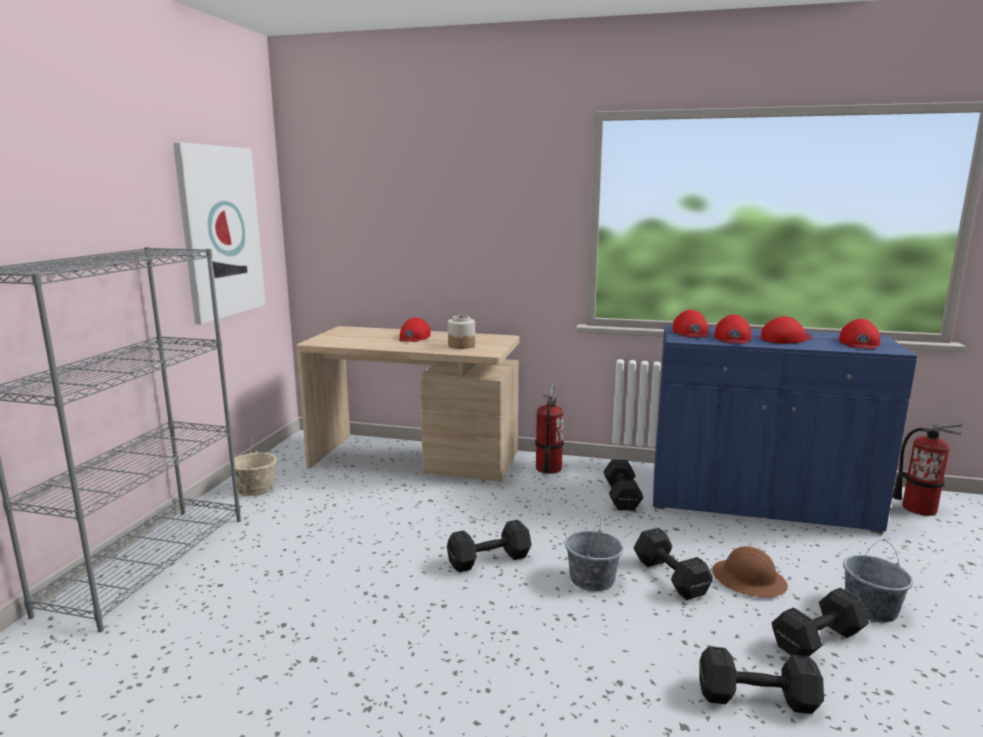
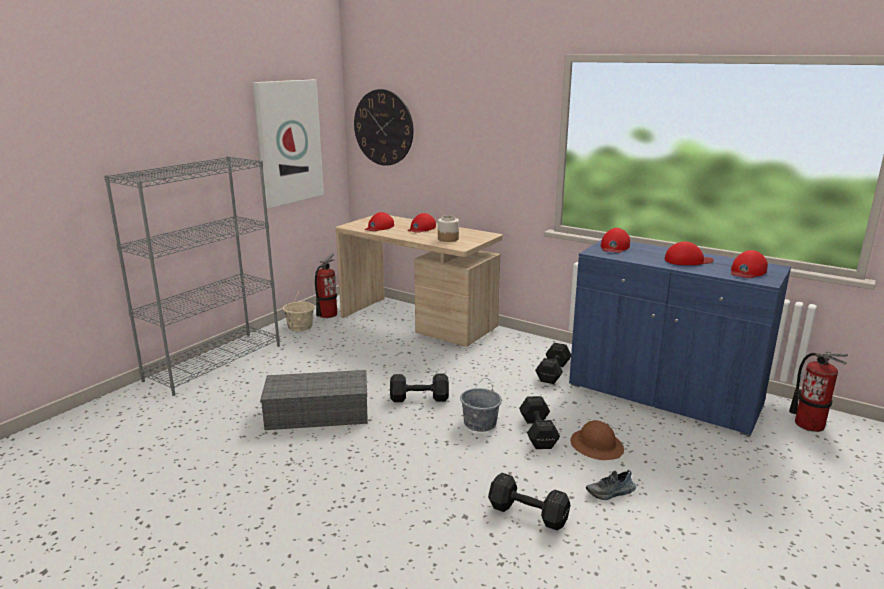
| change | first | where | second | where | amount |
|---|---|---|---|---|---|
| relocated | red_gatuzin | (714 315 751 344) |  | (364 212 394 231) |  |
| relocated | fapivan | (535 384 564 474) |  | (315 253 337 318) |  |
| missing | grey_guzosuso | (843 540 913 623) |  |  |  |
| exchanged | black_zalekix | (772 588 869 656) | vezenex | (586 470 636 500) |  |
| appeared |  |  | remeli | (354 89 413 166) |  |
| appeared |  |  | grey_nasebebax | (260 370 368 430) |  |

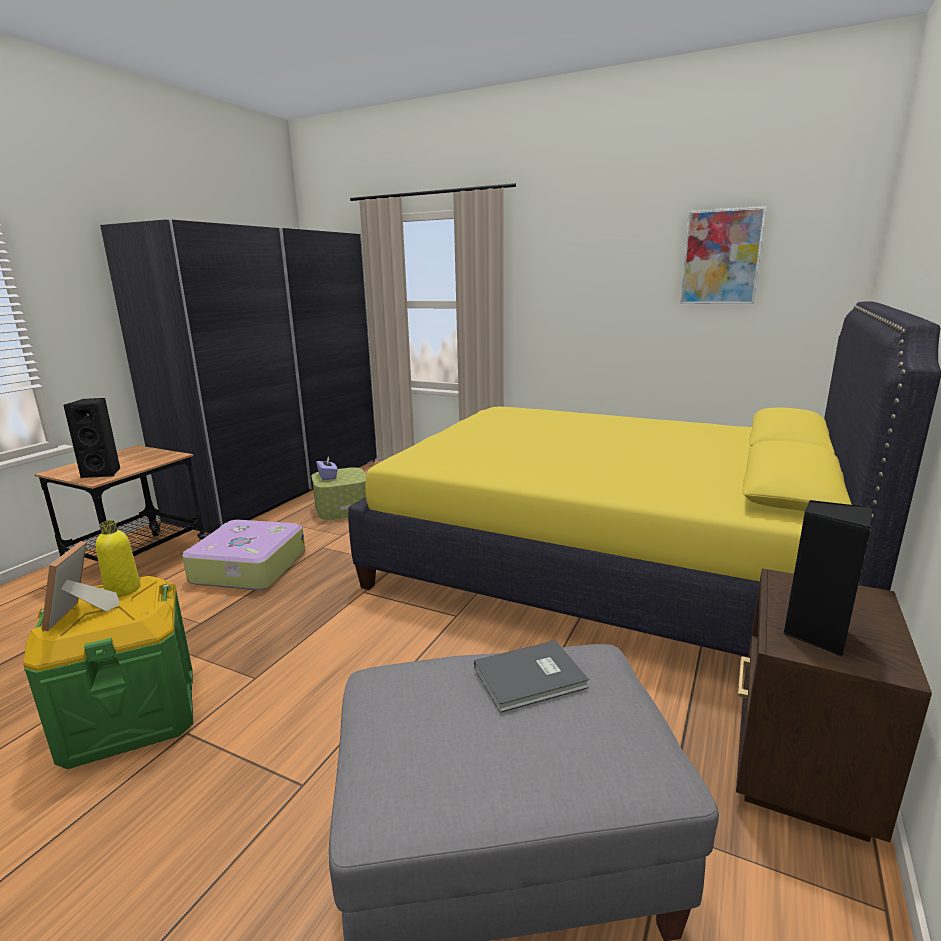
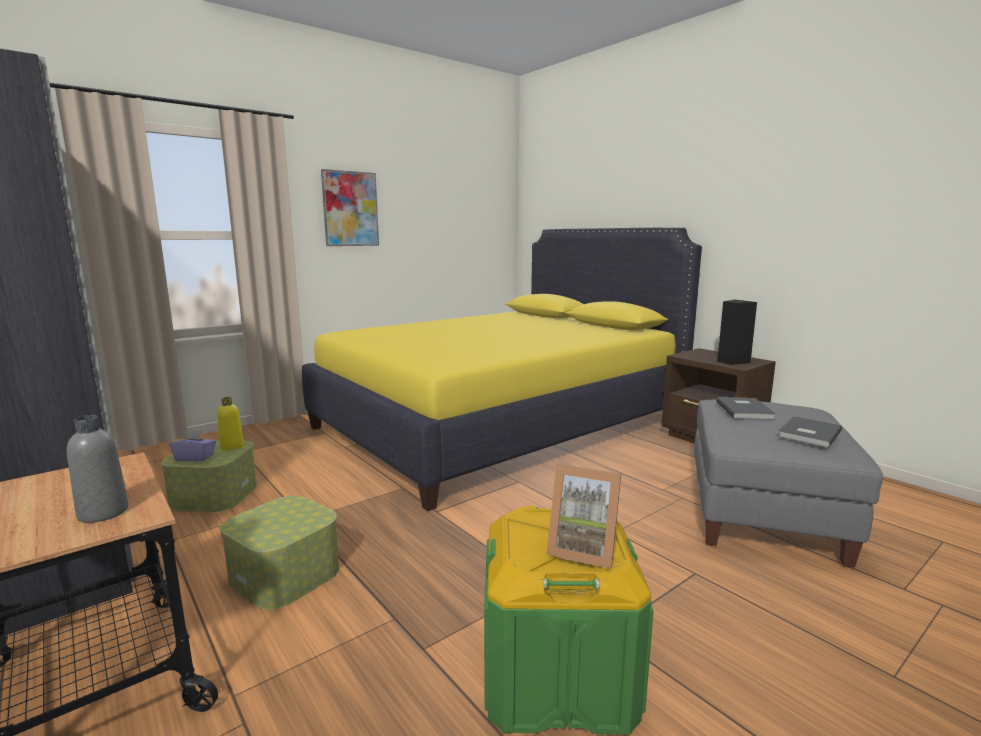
| change | first | where | second | where | amount |
|---|---|---|---|---|---|
| relocated | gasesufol | (680 206 767 304) |  | (321 169 379 246) |  |
| exchanged | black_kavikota | (64 398 120 478) | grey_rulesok | (67 415 129 523) |  |
| relocated | yellow_rulesok | (96 520 141 597) |  | (217 397 244 450) |  |
| exchanged | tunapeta | (182 520 305 590) | nasebebax | (220 496 339 609) |  |
| appeared |  |  | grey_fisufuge | (778 416 842 448) |  |

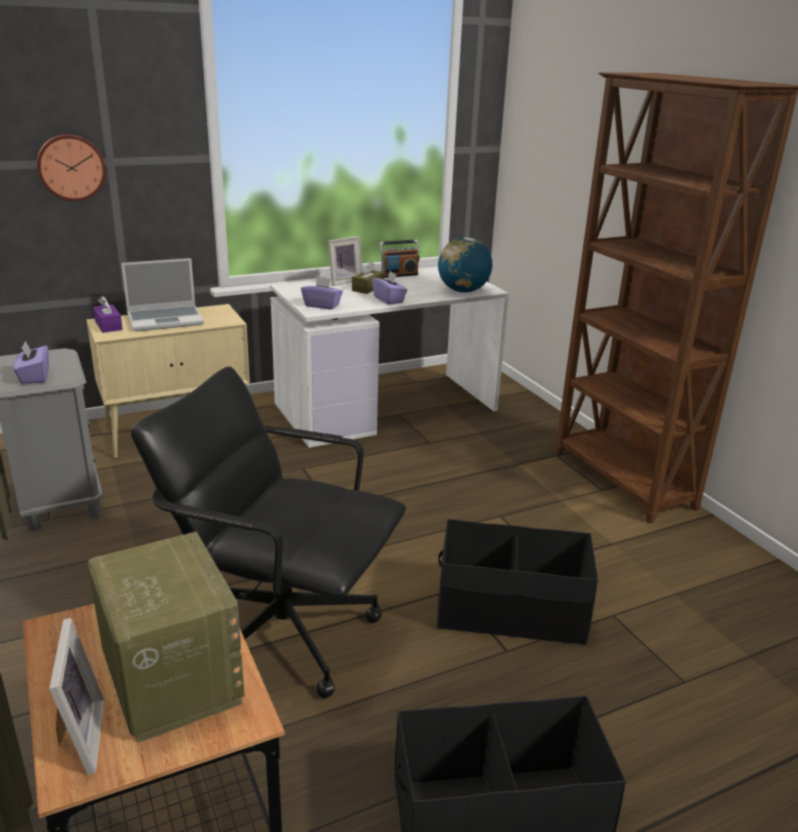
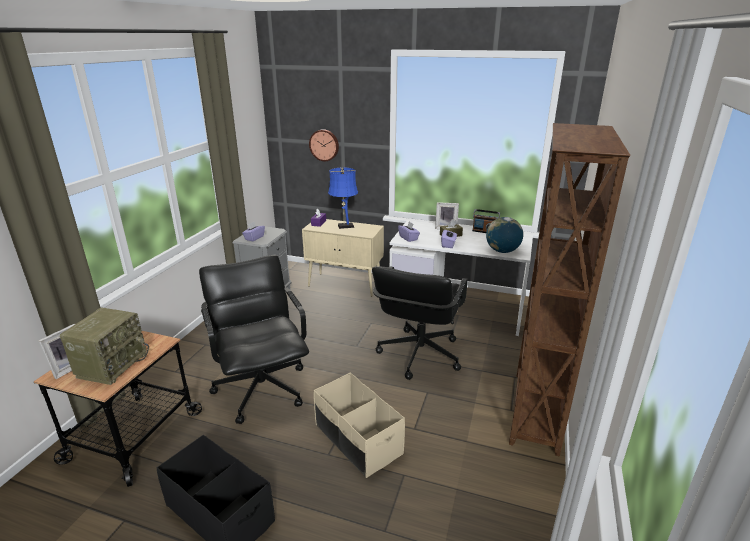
| change | first | where | second | where | amount |
|---|---|---|---|---|---|
| exchanged | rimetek | (121 258 204 332) | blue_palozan | (328 167 358 229) |  |
| colour | black_nasebebax | (437 519 598 645) | beige_nasebebax | (314 373 405 478) |  |
| appeared |  |  | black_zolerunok | (372 266 468 380) |  |

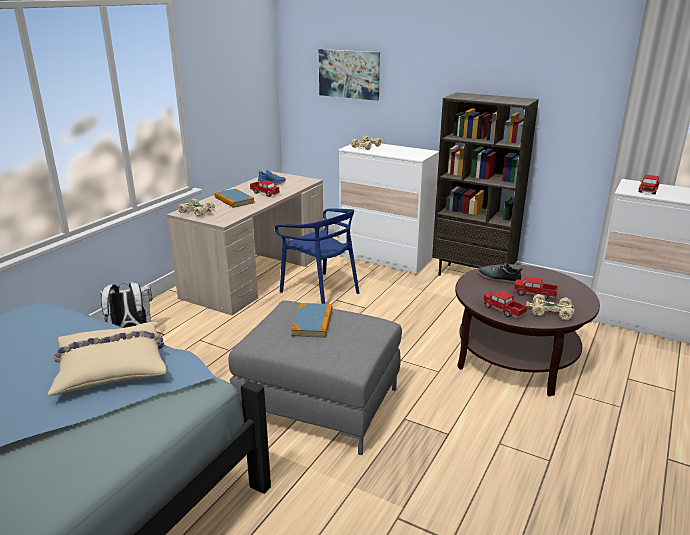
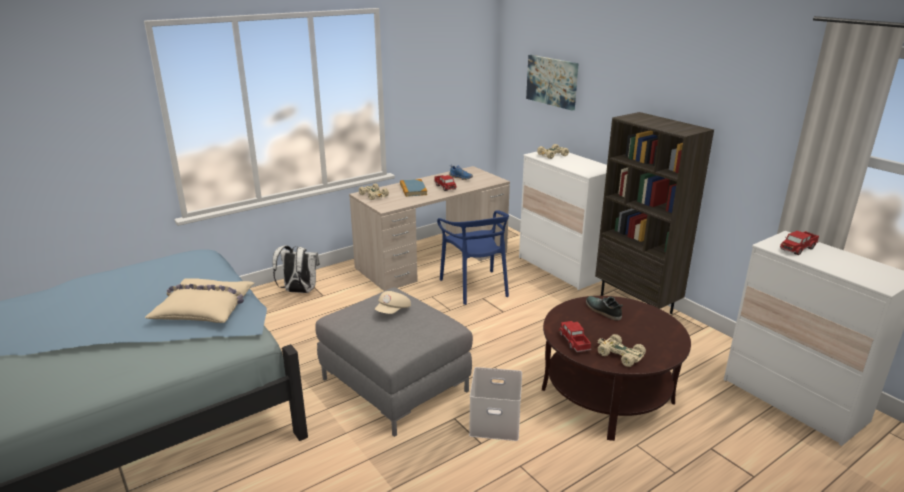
| change | first | where | second | where | amount |
|---|---|---|---|---|---|
| missing | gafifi | (514 276 558 299) |  |  |  |
| exchanged | fisufuge | (291 303 333 338) | beige_gatuzin | (375 291 411 314) |  |
| appeared |  |  | white_nasebebax | (469 367 522 441) |  |

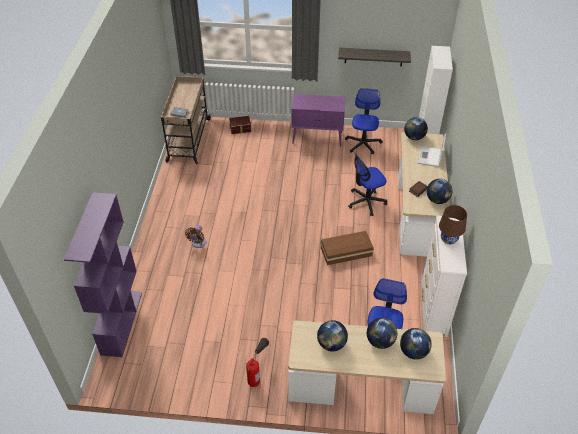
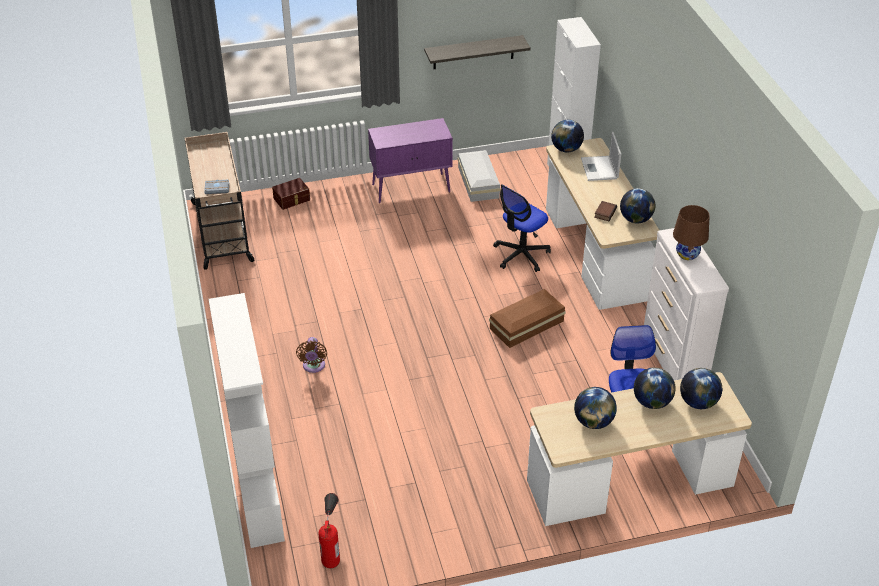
| change | first | where | second | where | amount |
|---|---|---|---|---|---|
| exchanged | zolerunok | (345 88 383 154) | white_nasebebax | (458 150 501 202) |  |
| colour | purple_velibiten | (64 192 142 357) | white_velibiten | (209 293 285 548) |  |
| relocated | fapivan | (246 338 269 387) |  | (319 493 340 568) |  |

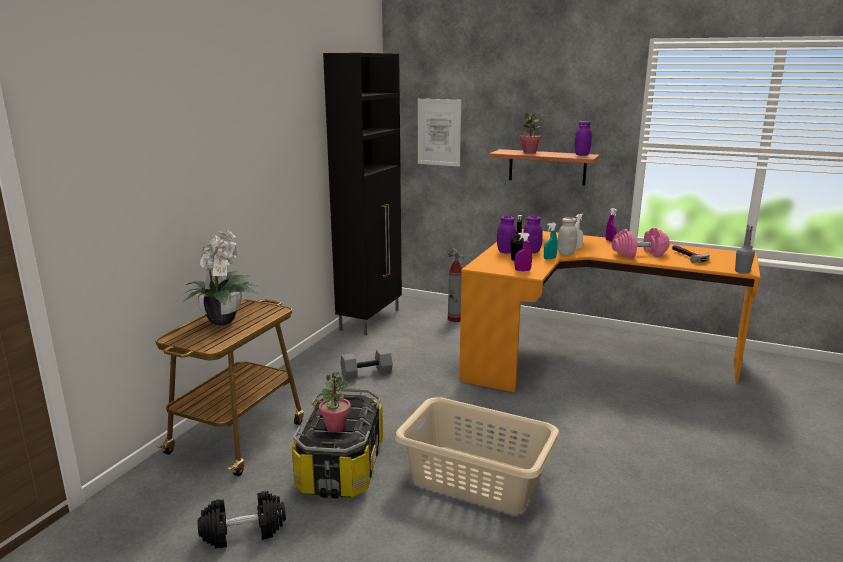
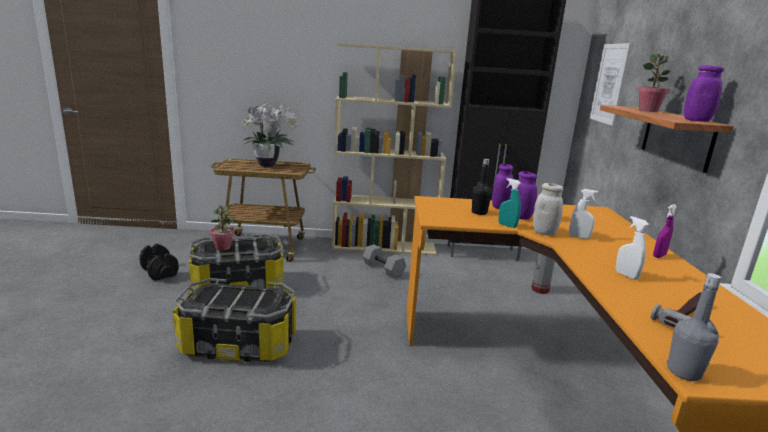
| change | first | where | second | where | amount |
|---|---|---|---|---|---|
| exchanged | pink_zalekix | (612 228 670 258) | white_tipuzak | (616 216 649 280) |  |
| missing | purple_tipuzak | (515 233 532 271) |  |  |  |
| exchanged | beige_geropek | (395 397 560 513) | nasebebax | (173 278 296 362) |  |
| appeared |  |  | beige_velibiten | (332 43 457 255) |  |

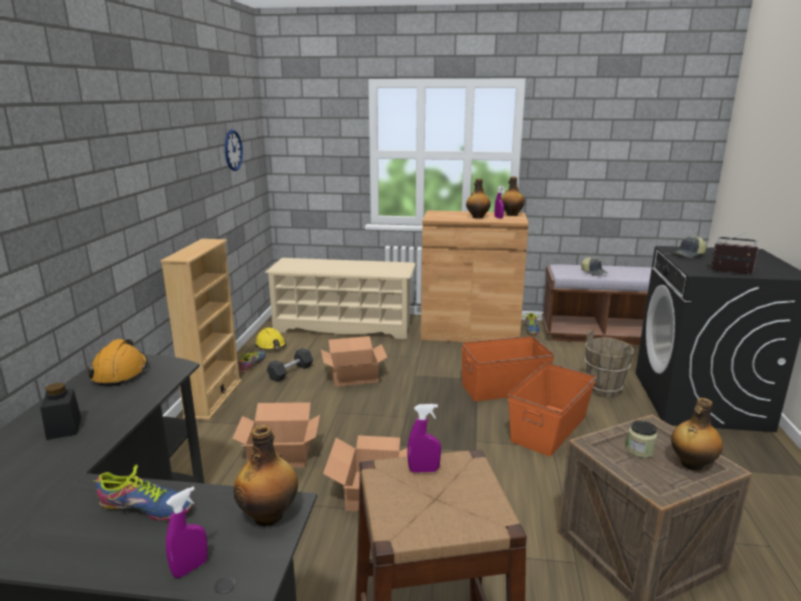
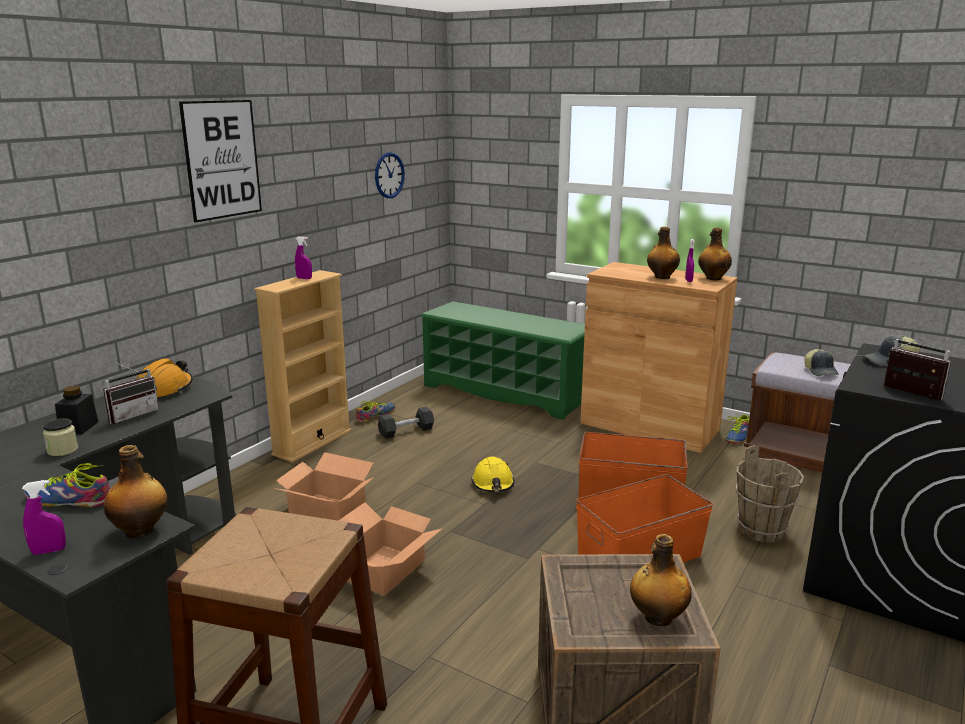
| change | first | where | second | where | amount |
|---|---|---|---|---|---|
| colour | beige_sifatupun | (265 258 416 340) | green_sifatupun | (419 301 585 420) |  |
| relocated | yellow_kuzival | (255 327 286 350) |  | (471 457 514 492) |  |
| missing | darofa | (321 336 387 387) |  |  |  |
| relocated | purple_tipuzak | (407 404 441 473) |  | (295 236 312 279) |  |
| relocated | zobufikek | (626 420 657 458) |  | (43 418 78 456) |  |
| spun | vezenex | (96 465 193 520) |  | (24 463 110 507) | 150 degrees clockwise |
| appeared |  |  | gasesufol | (179 100 262 222) |  |
| appeared |  |  | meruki | (103 361 159 424) |  |

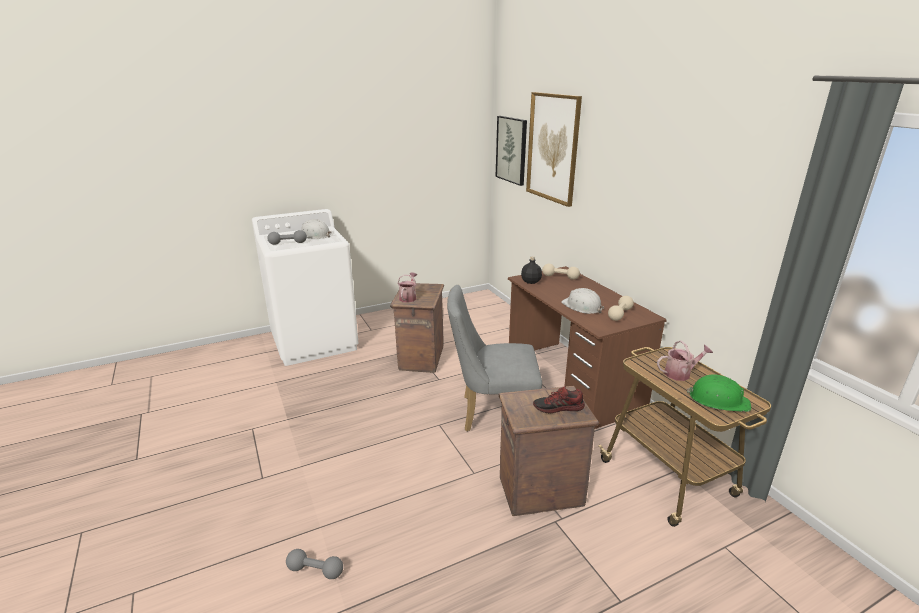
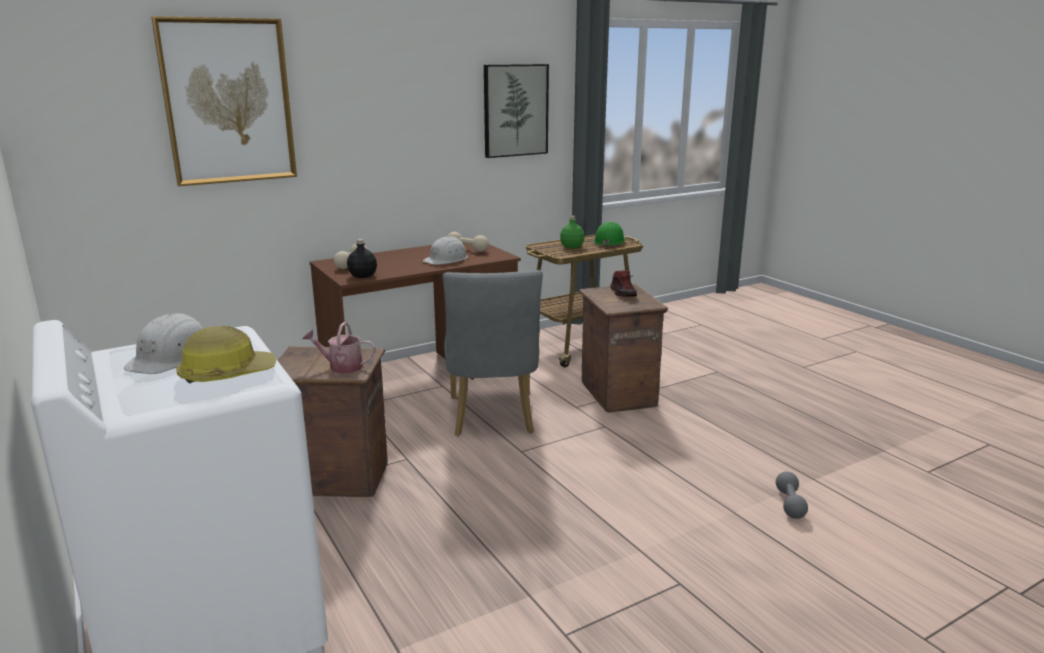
| change | first | where | second | where | amount |
|---|---|---|---|---|---|
| relocated | gasesufol | (496 116 527 186) |  | (484 64 549 158) |  |
| exchanged | grey_zalekix | (267 230 307 245) | kuzival | (176 326 276 384) |  |
| exchanged | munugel | (657 340 713 381) | green_rulesok | (560 216 585 249) |  |

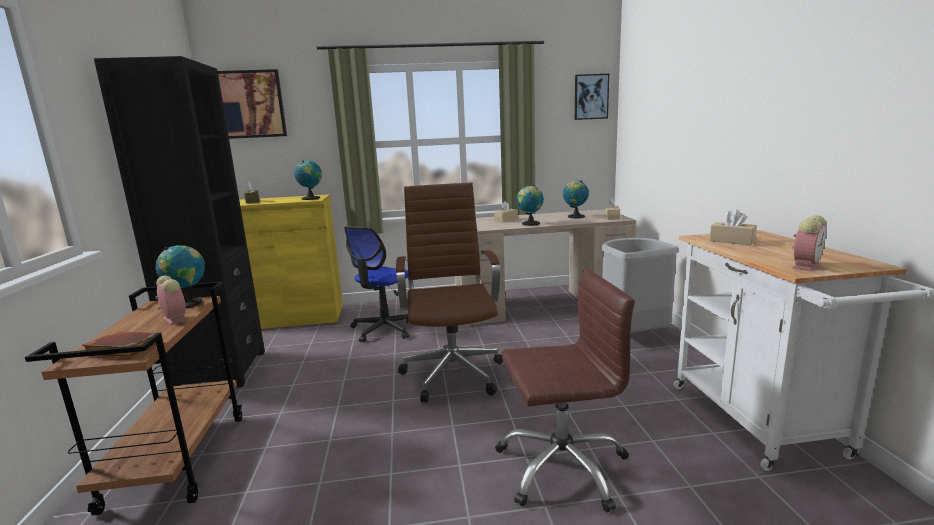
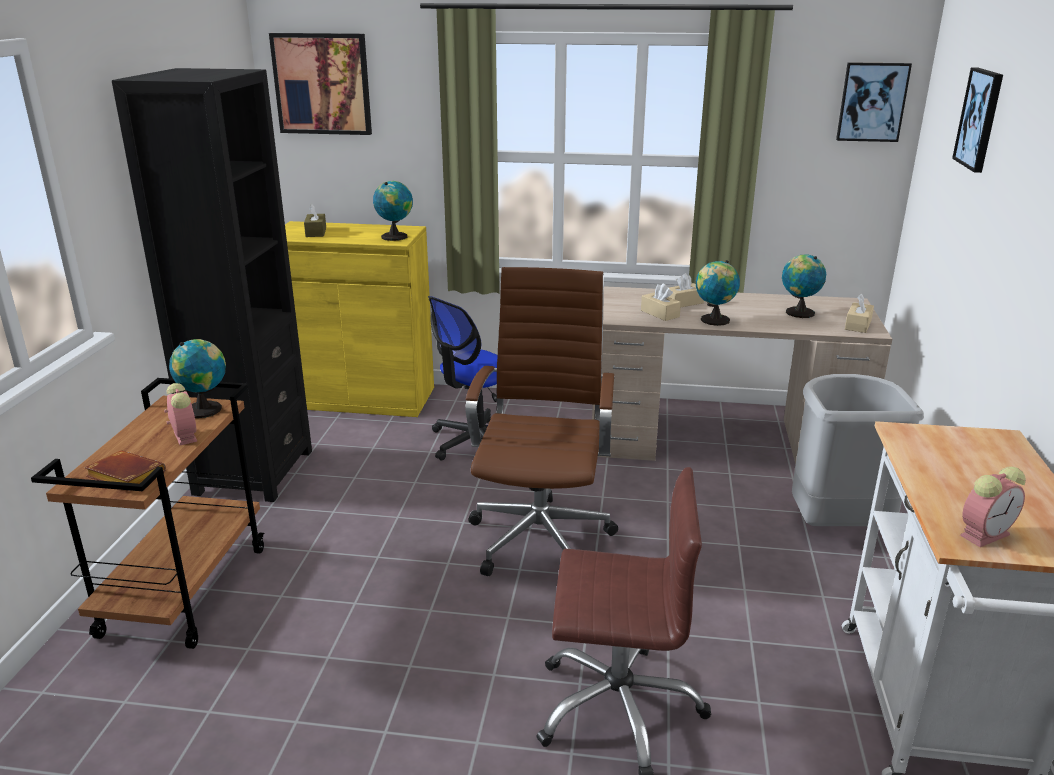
| change | first | where | second | where | amount |
|---|---|---|---|---|---|
| relocated | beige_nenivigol | (710 209 757 245) |  | (641 283 681 321) |  |
| appeared |  |  | gasesufol | (952 67 1003 173) |  |

